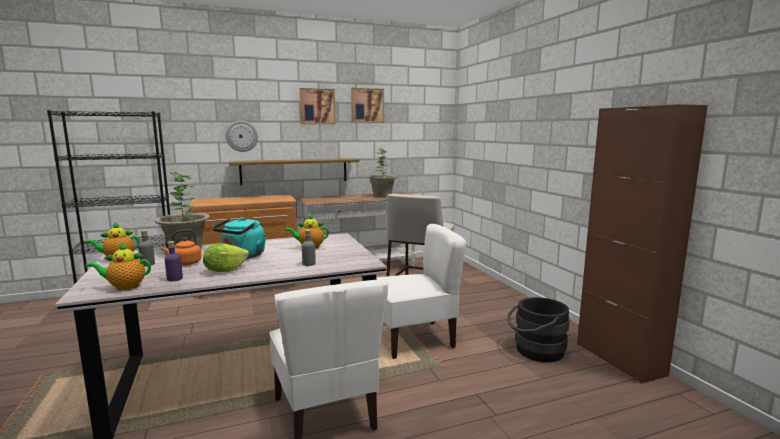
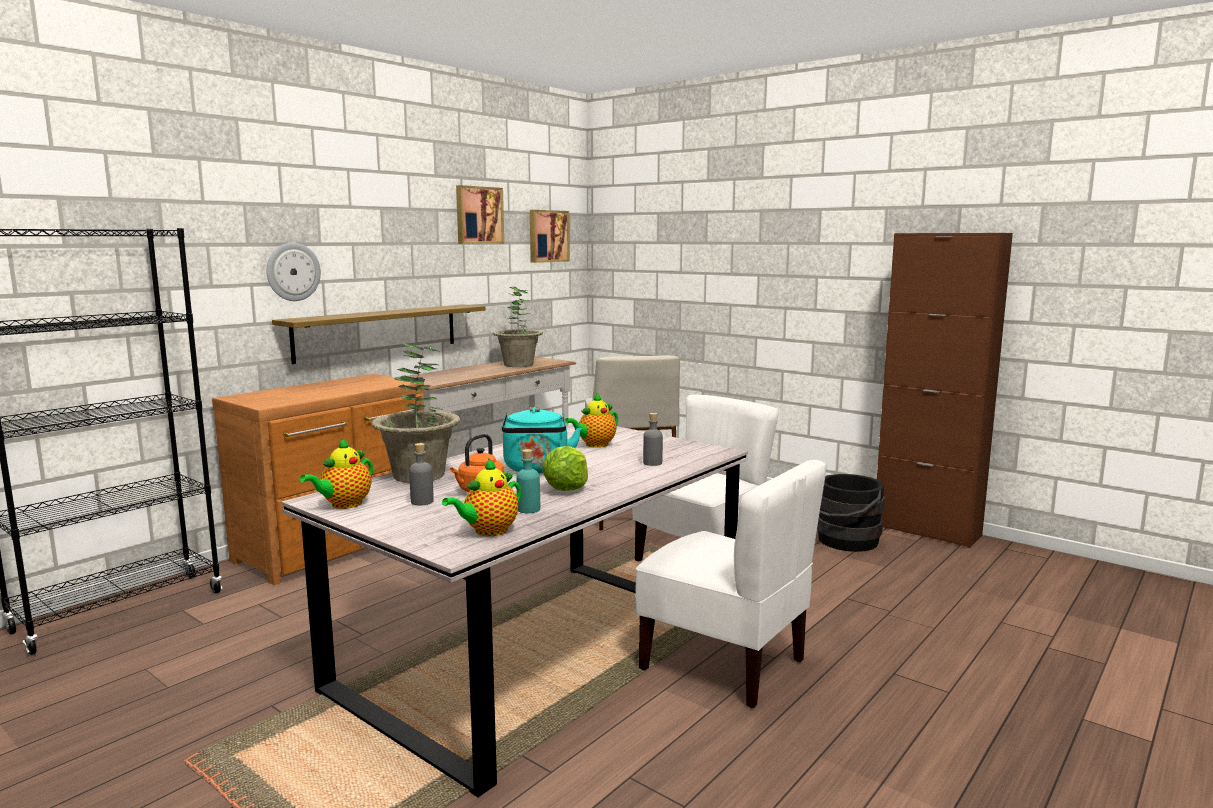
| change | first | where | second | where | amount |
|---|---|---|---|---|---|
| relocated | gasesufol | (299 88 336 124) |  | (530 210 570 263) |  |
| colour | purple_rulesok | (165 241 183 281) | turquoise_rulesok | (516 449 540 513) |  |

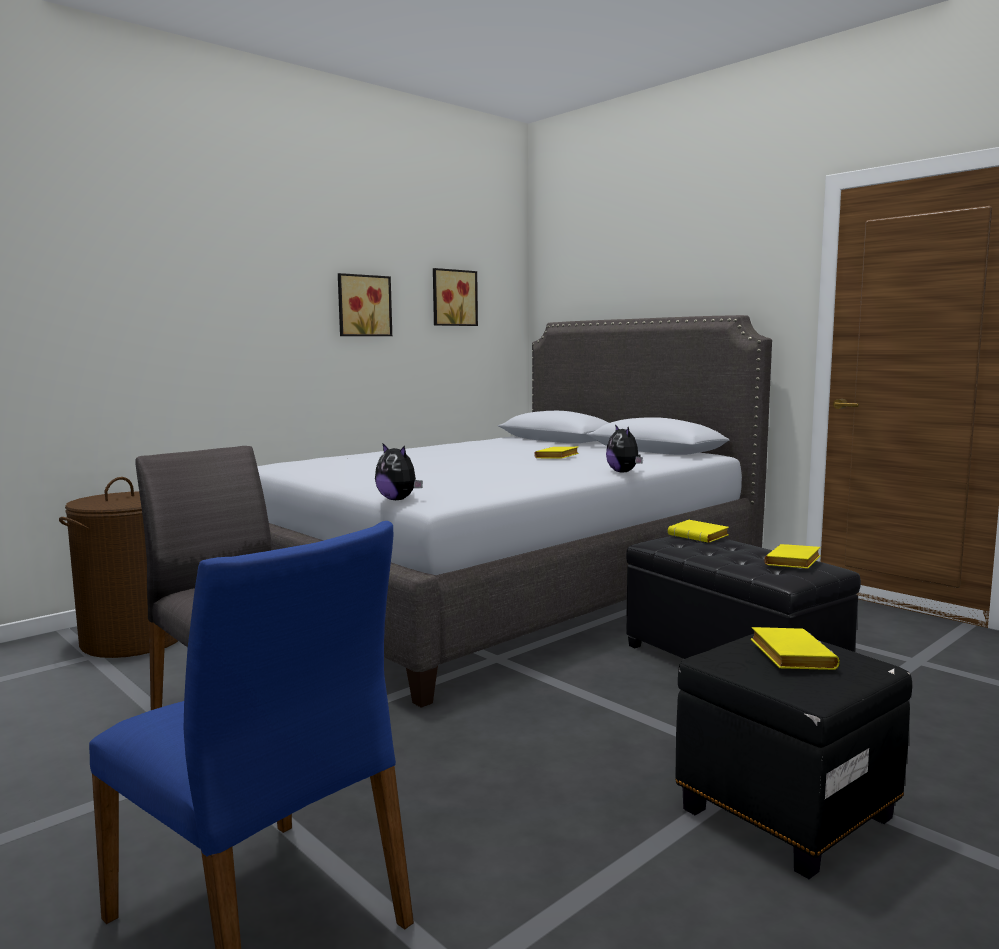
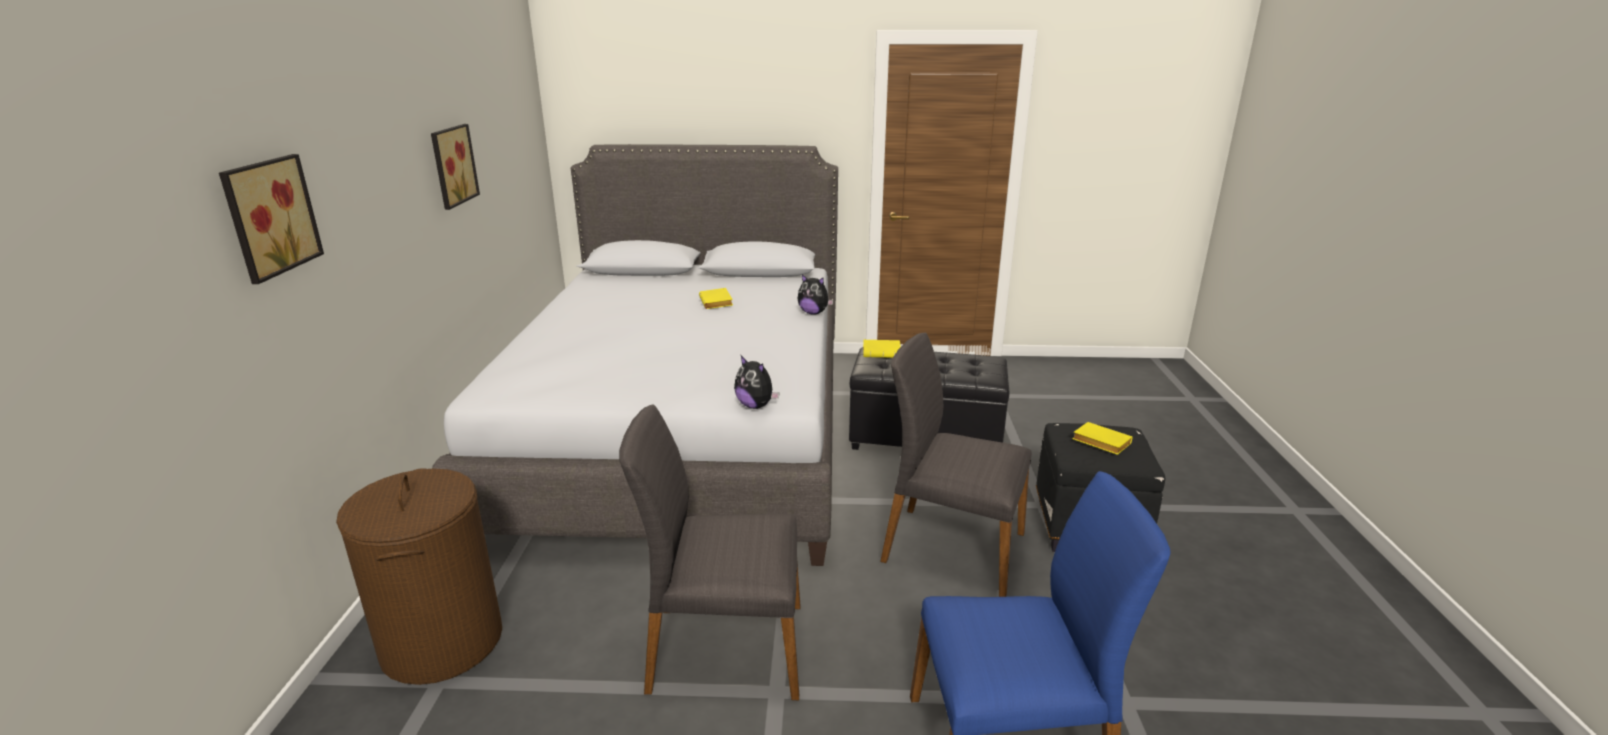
| change | first | where | second | where | amount |
|---|---|---|---|---|---|
| relocated | gasesufol | (433 268 478 326) |  | (219 154 324 284) |  |
| spun | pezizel | (375 443 423 500) |  | (734 356 779 409) | 45 degrees clockwise |
| missing | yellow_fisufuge | (764 544 820 569) |  |  |  |
| appeared |  |  | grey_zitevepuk | (880 333 1032 597) |  |

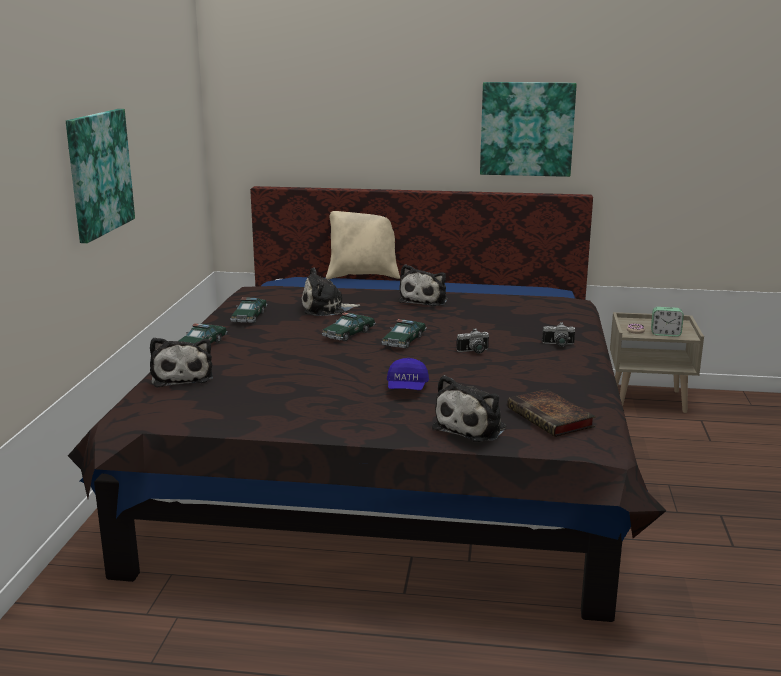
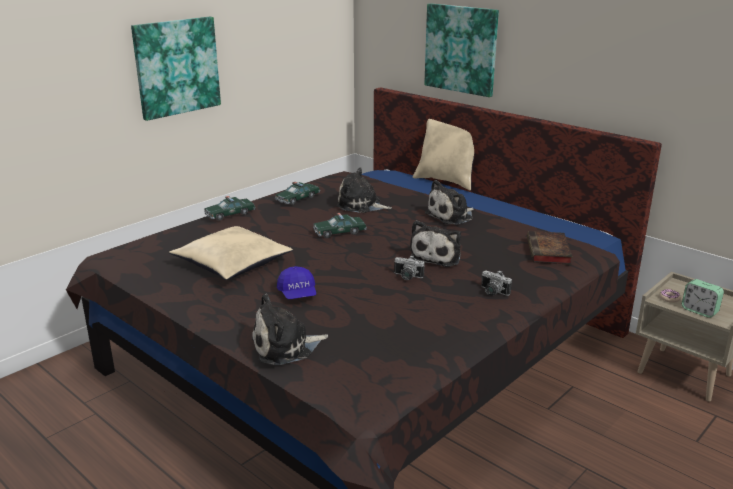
| change | first | where | second | where | amount |
|---|---|---|---|---|---|
| relocated | gasesufol | (480 82 577 177) |  | (424 3 499 97) |  |
| missing | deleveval | (381 319 427 349) |  |  |  |
| relocated | pezizel | (150 337 213 388) |  | (410 220 461 267) |  |
| spun | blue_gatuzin | (387 358 429 390) |  | (277 266 316 299) | 60 degrees counterclockwise |
| relocated | fisufuge | (507 389 596 437) |  | (527 231 573 265) |  |
| appeared |  |  | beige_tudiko | (169 226 293 280) |  |

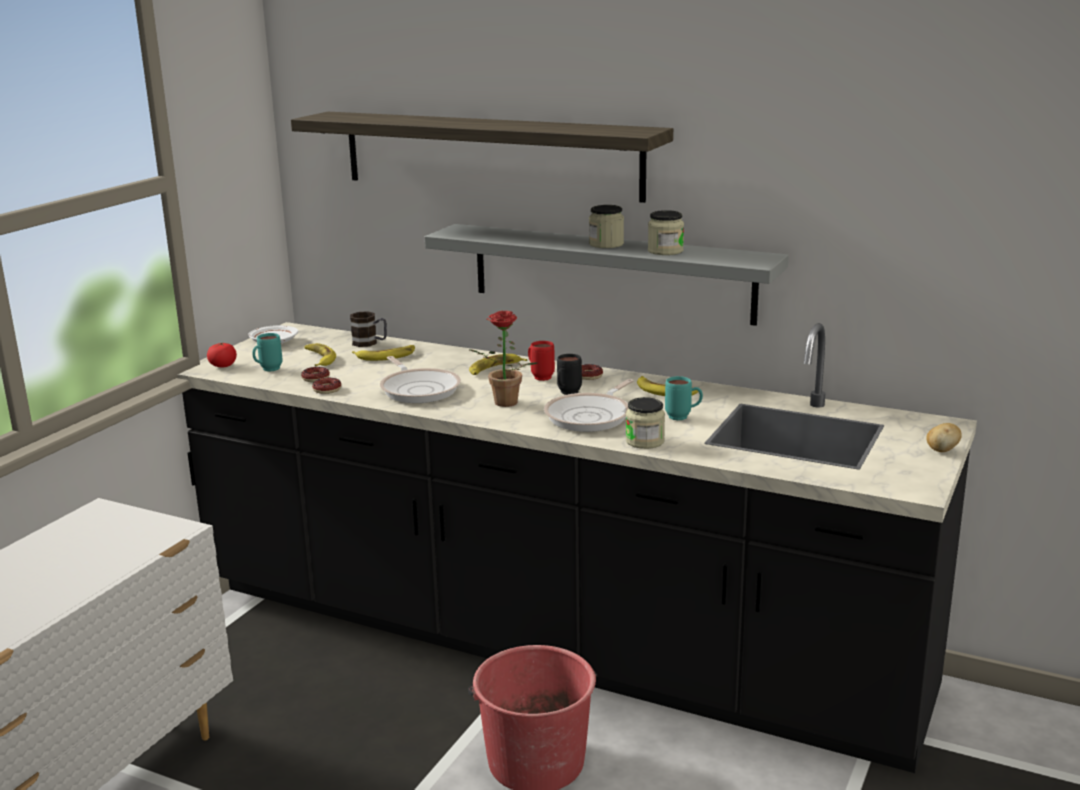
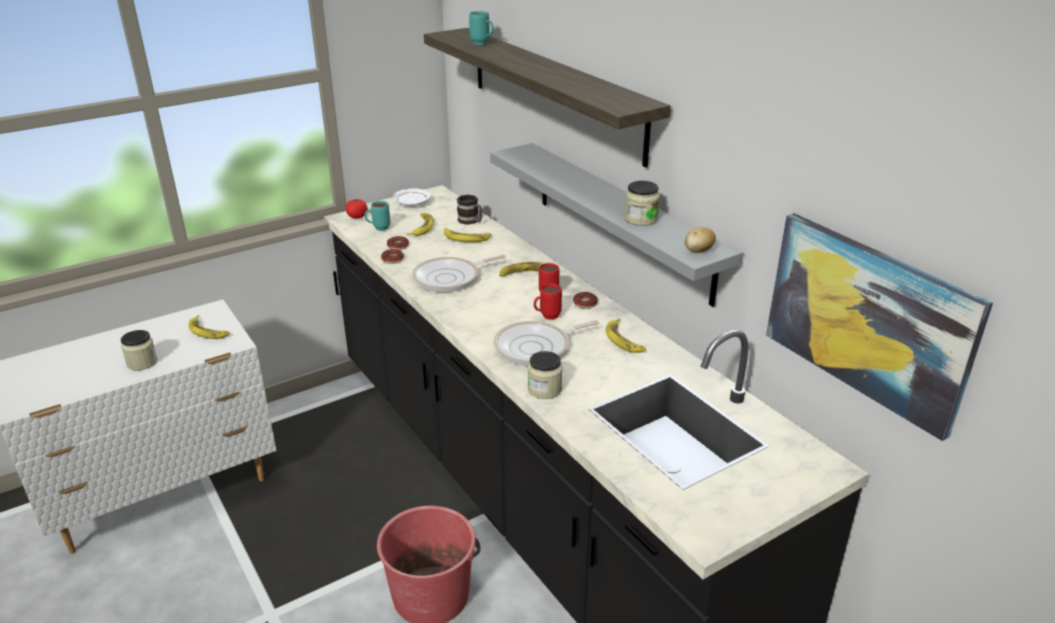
| change | first | where | second | where | amount |
|---|---|---|---|---|---|
| relocated | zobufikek | (589 205 624 248) |  | (121 330 158 370) |  |
| missing | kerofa | (468 311 537 407) |  |  |  |
| colour | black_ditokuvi | (557 354 582 395) | red_ditokuvi | (534 284 562 320) |  |
| spun | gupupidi | (380 356 461 403) |  | (412 255 506 292) | 60 degrees clockwise |
| relocated | turquoise_ditokuvi | (665 376 703 420) |  | (469 11 494 45) |  |
| relocated | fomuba | (926 423 962 452) |  | (685 227 716 253) |  |
| appeared |  |  | gasesufol | (766 213 993 441) |  |
| appeared |  |  | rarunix | (189 315 230 339) |  |

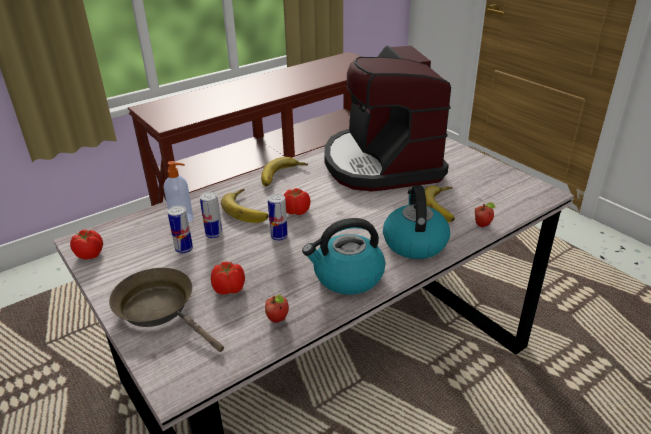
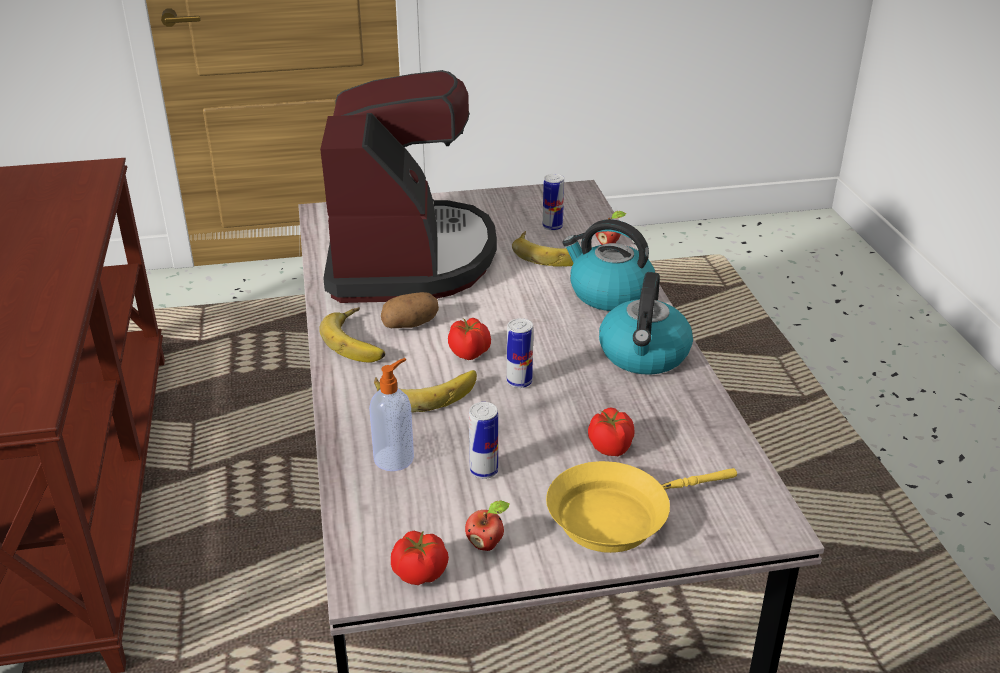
| change | first | where | second | where | amount |
|---|---|---|---|---|---|
| spun | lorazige | (324 46 451 191) |  | (320 70 497 303) | 105 degrees counterclockwise |
| relocated | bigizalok | (200 192 223 238) |  | (542 174 564 231) |  |
| colour | brown_gupupidi | (109 268 224 352) | yellow_gupupidi | (546 461 737 553) |  |
| relocated | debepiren | (265 294 289 323) |  | (465 500 510 551) |  |
| appeared |  |  | fomuba | (381 292 439 328) |  |

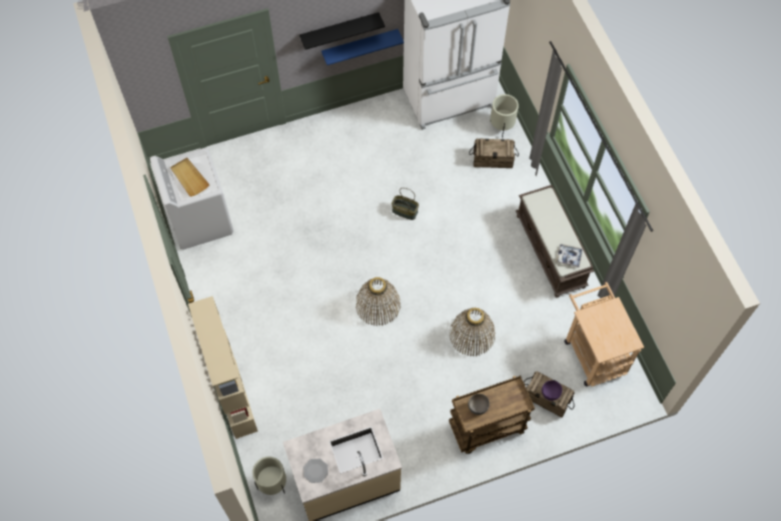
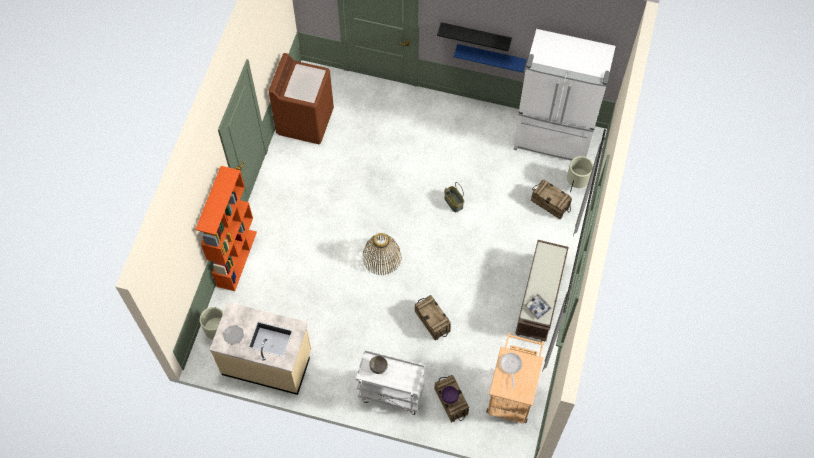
| change | first | where | second | where | amount |
|---|---|---|---|---|---|
| colour | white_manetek | (150 148 234 250) | brown_manetek | (269 53 334 144) |  |
| missing | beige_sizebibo | (170 158 210 197) |  |  |  |
| colour | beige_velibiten | (188 296 258 439) | orange_velibiten | (195 166 257 291) |  |
| exchanged | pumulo | (450 308 495 356) | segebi | (415 295 451 341) |  |
| colour | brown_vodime | (449 376 535 454) | white_vodime | (356 350 425 415) |  |
| appeared |  |  | gupupidi | (500 353 522 388) |  |

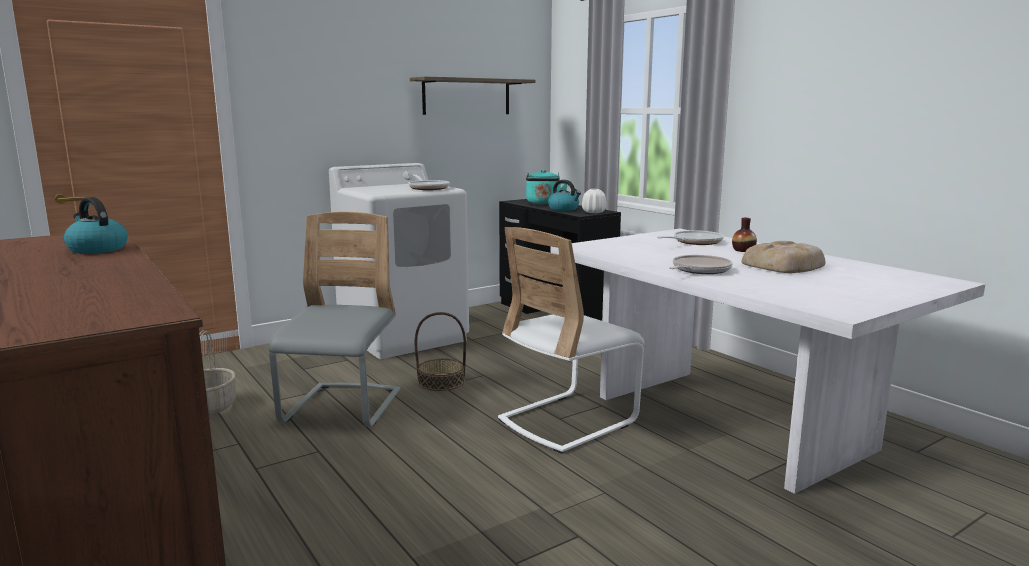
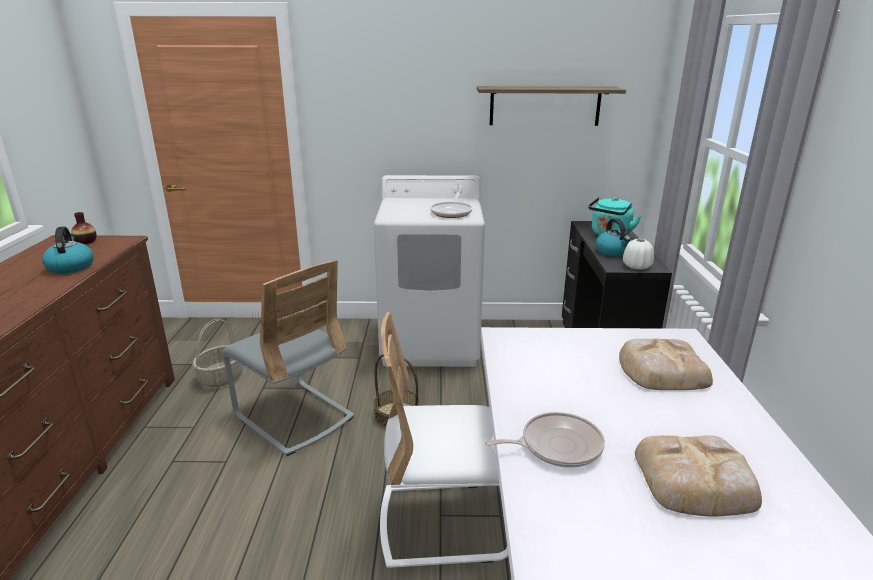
| change | first | where | second | where | amount |
|---|---|---|---|---|---|
| spun | grey_zitevepuk | (268 212 401 427) |  | (223 260 355 456) | 90 degrees clockwise |
| relocated | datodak | (732 218 757 252) |  | (71 212 96 244) |  |
| exchanged | gupupidi | (657 230 724 245) | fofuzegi | (619 338 713 390) |  |

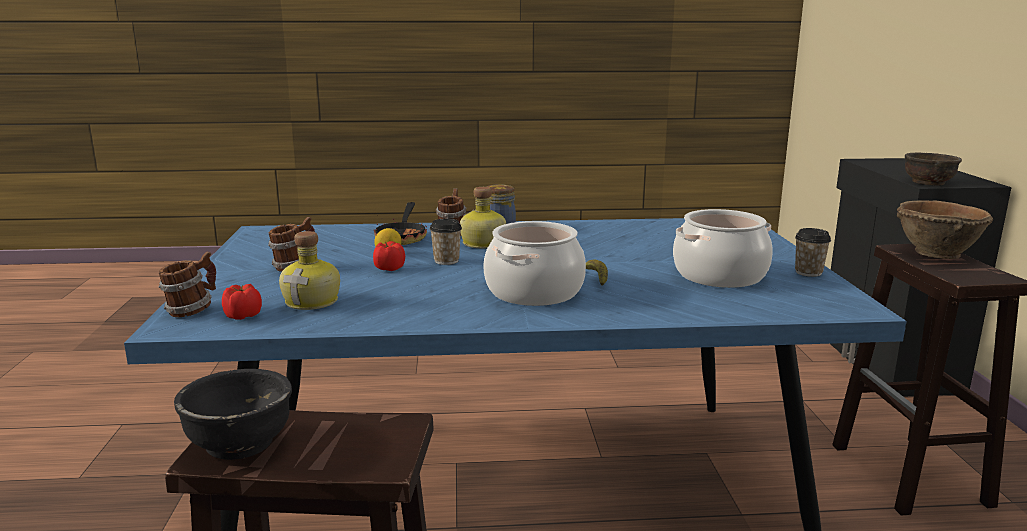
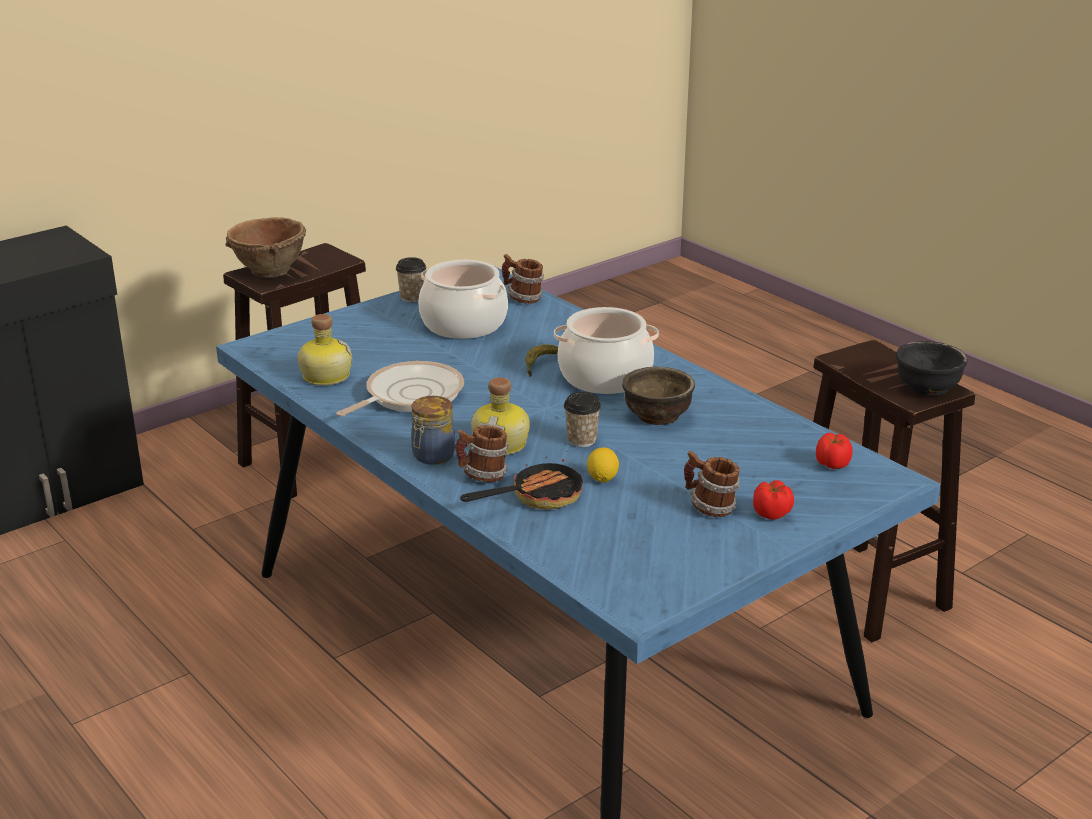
| change | first | where | second | where | amount |
|---|---|---|---|---|---|
| relocated | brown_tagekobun | (905 153 962 186) |  | (622 367 695 425) |  |
| relocated | rulesok | (279 231 340 310) |  | (298 314 352 386) |  |
| relocated | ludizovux | (373 241 405 271) |  | (753 480 794 520) |  |
| relocated | ditokuvi | (158 252 216 317) |  | (502 254 544 304) |  |
| appeared |  |  | gupupidi | (336 361 464 416) |  |

